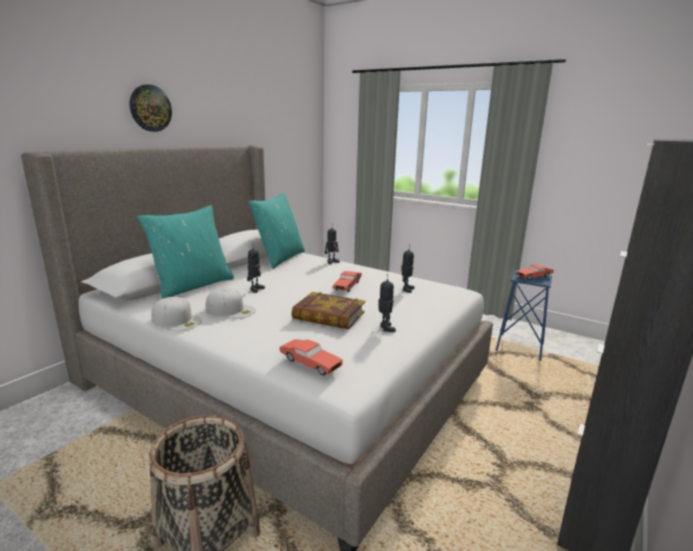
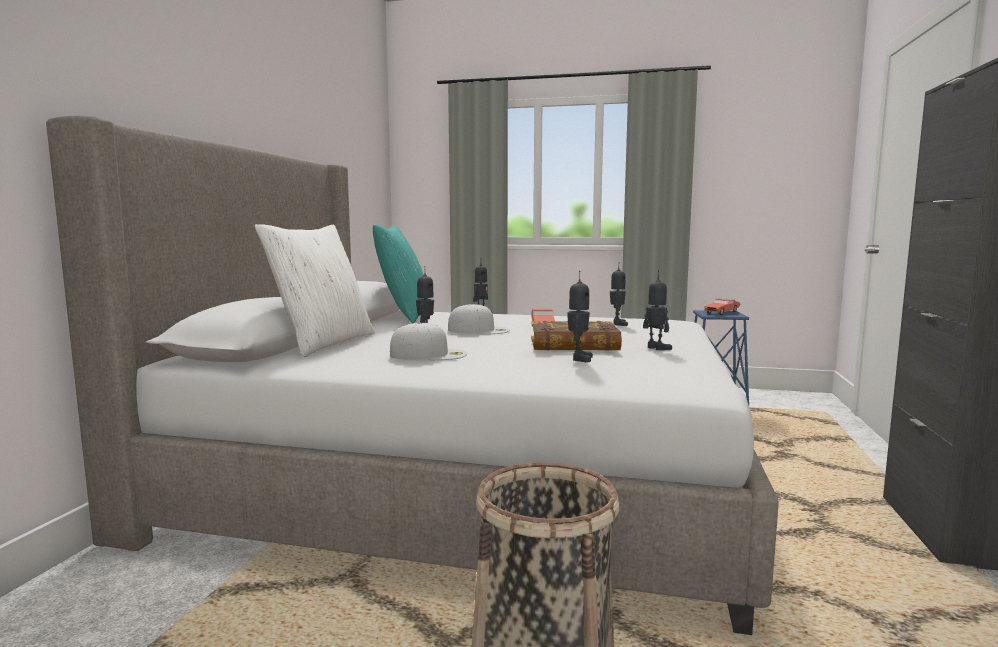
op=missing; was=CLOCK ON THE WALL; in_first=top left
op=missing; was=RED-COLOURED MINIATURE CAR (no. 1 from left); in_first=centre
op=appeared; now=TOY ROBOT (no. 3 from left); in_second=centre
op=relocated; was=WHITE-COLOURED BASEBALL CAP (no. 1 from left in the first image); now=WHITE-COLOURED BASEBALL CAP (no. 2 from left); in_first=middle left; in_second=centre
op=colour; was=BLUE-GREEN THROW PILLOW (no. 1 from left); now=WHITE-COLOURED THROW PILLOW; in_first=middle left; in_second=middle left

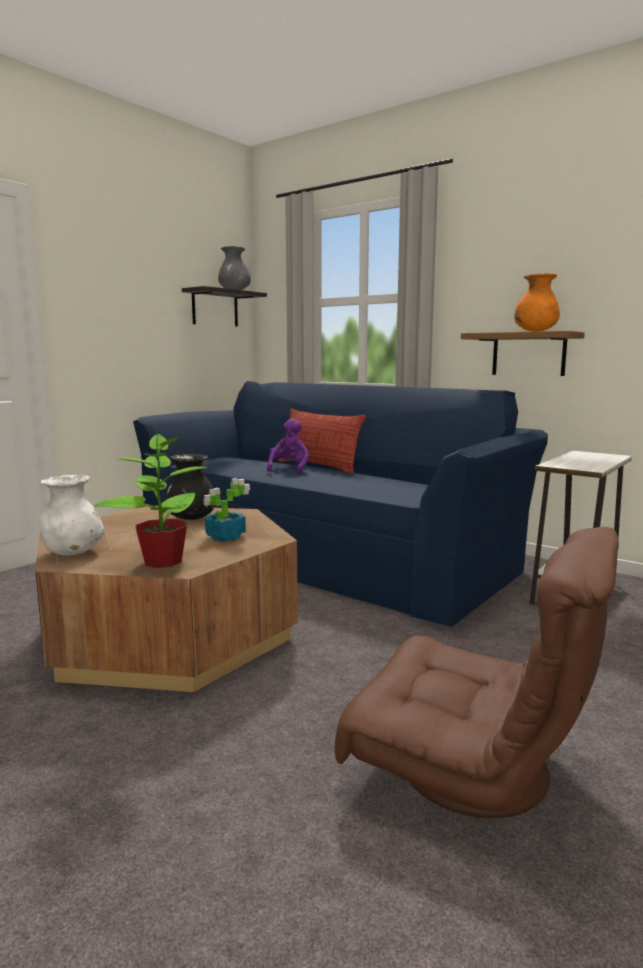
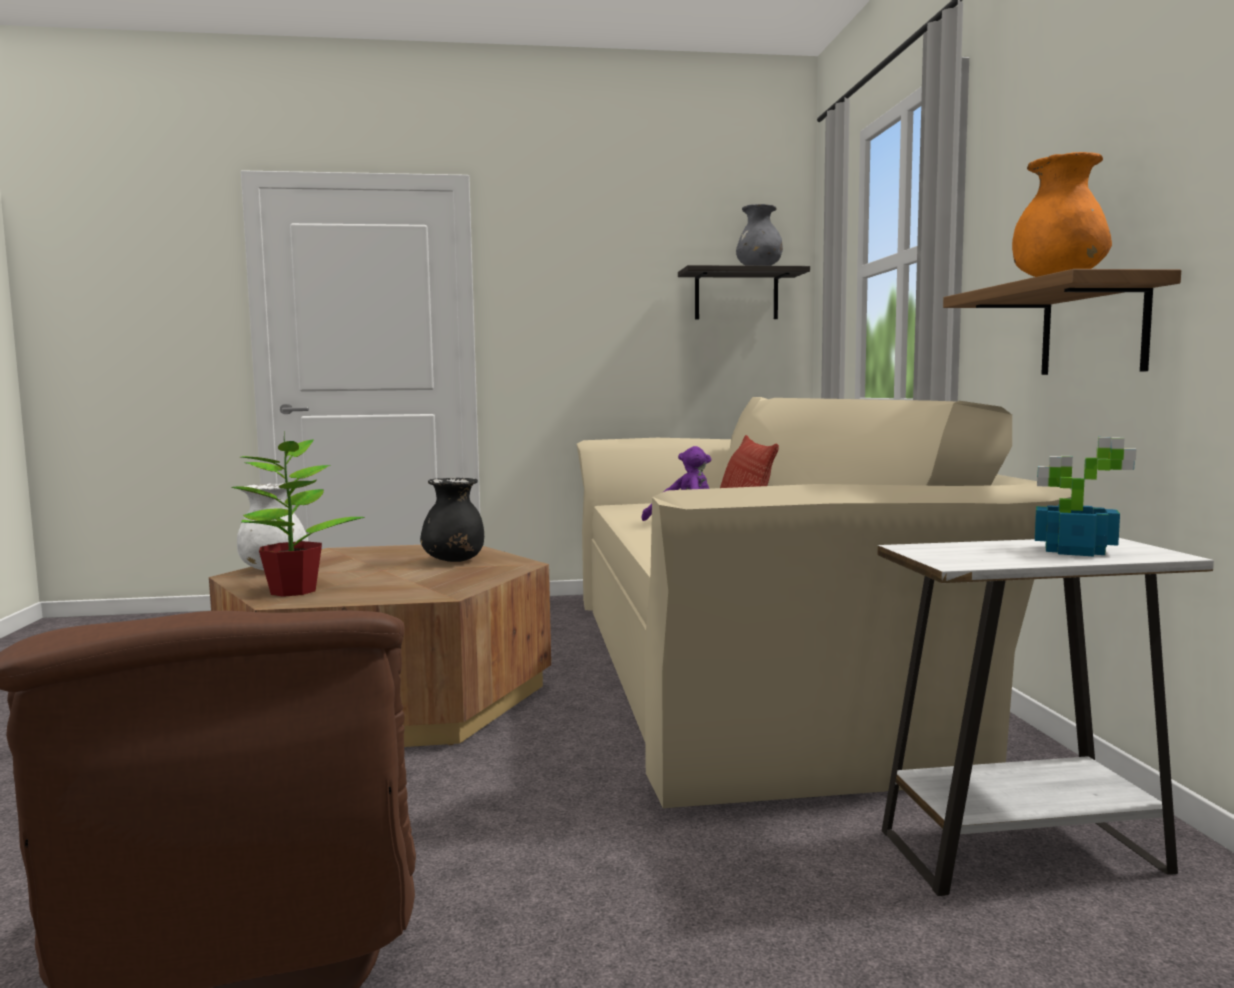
op=relocated; was=HOUSEPLANT (no. 2 from left); in_first=centre; in_second=middle right
op=colour; was=BLUISH SOFA; now=SAND-COLOURED SOFA; in_first=centre; in_second=middle right

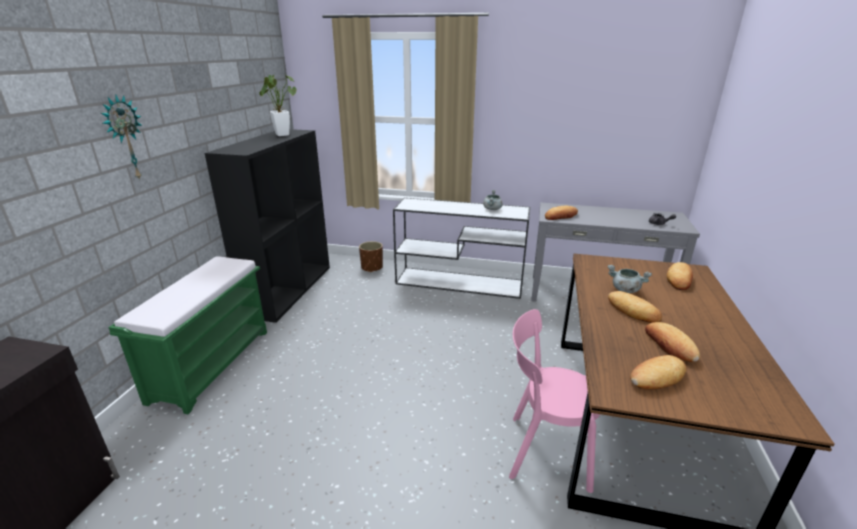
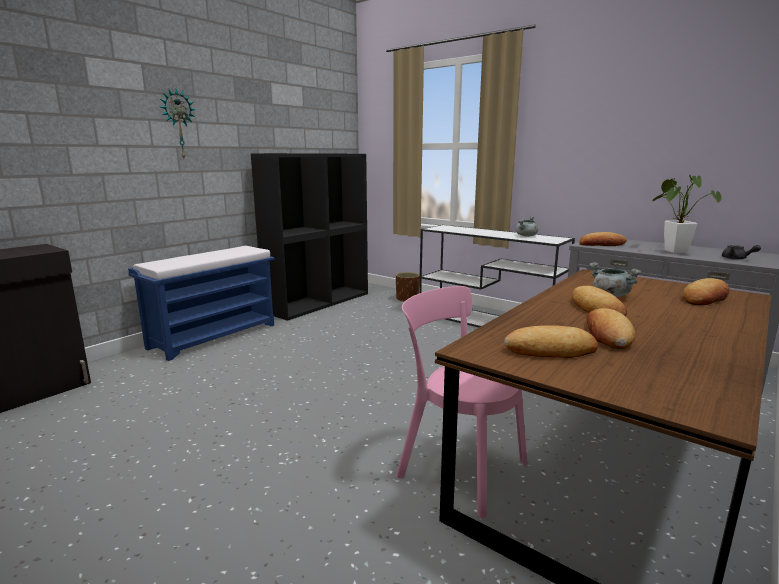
op=relocated; was=HOUSEPLANT; in_first=top left; in_second=middle right
op=colour; was=GREEN-COLOURED BENCH; now=BLUISH BENCH; in_first=middle left; in_second=middle left

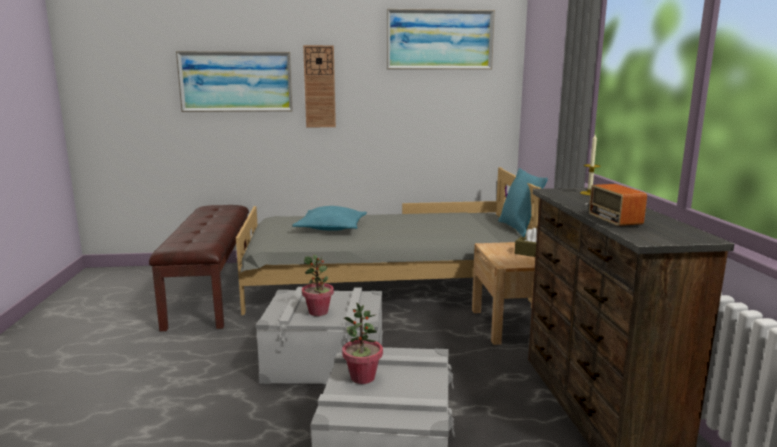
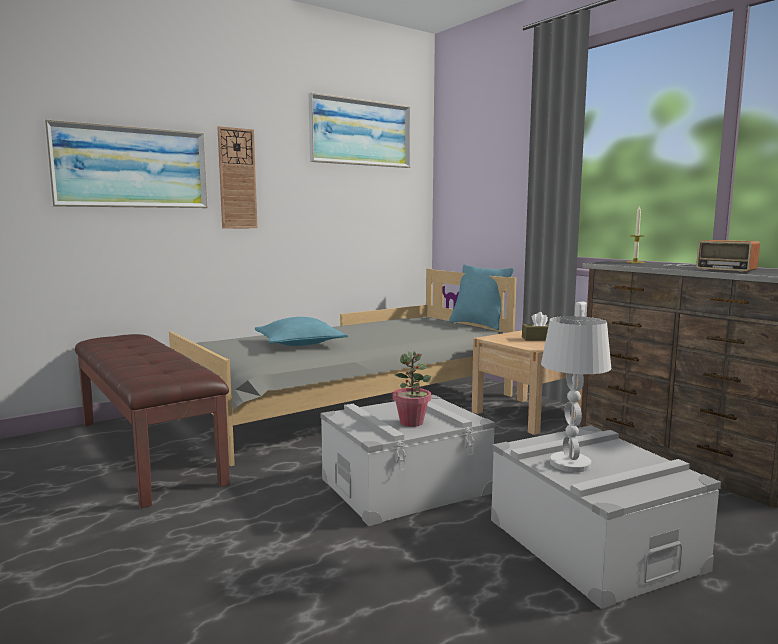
op=exchanged; was=HOUSEPLANT (no. 2 from left); now=WHITE-COLOURED LAMP FOR A TABLE; in_first=bottom centre; in_second=middle right

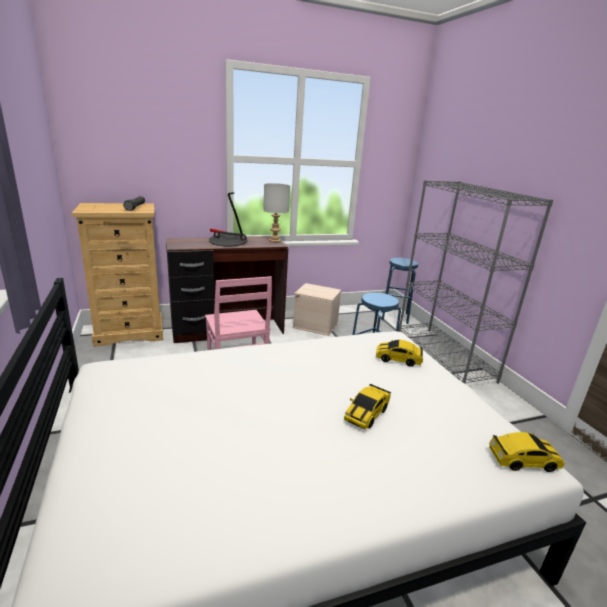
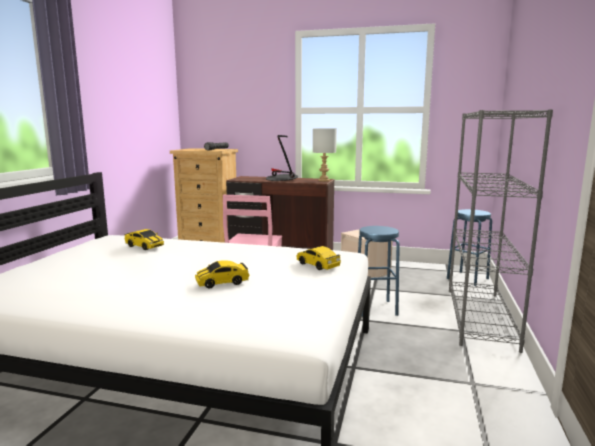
op=relocated; was=MINIATURE CAR (no. 3 from left in the first image); now=MINIATURE CAR (no. 1 from left); in_first=bottom right; in_second=middle left

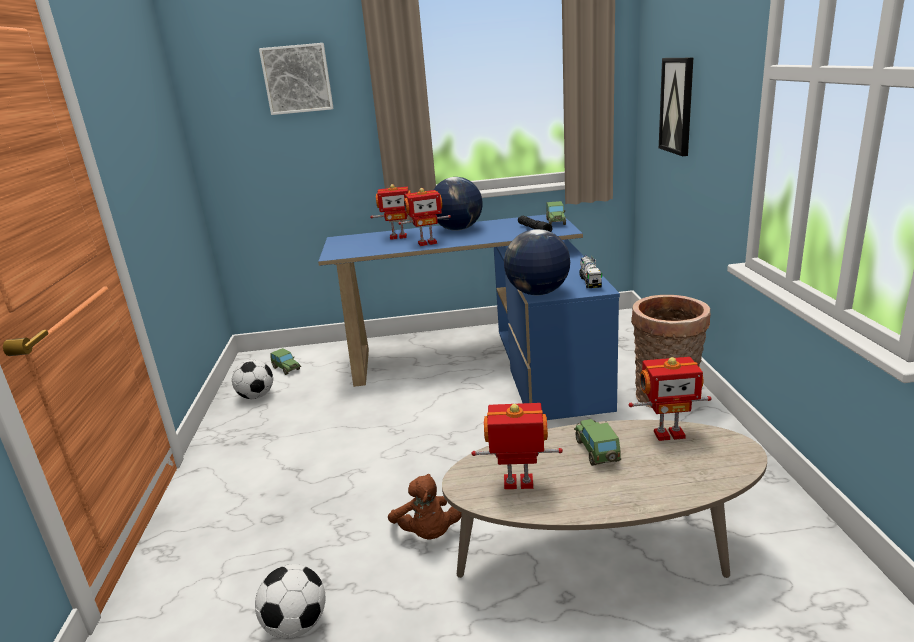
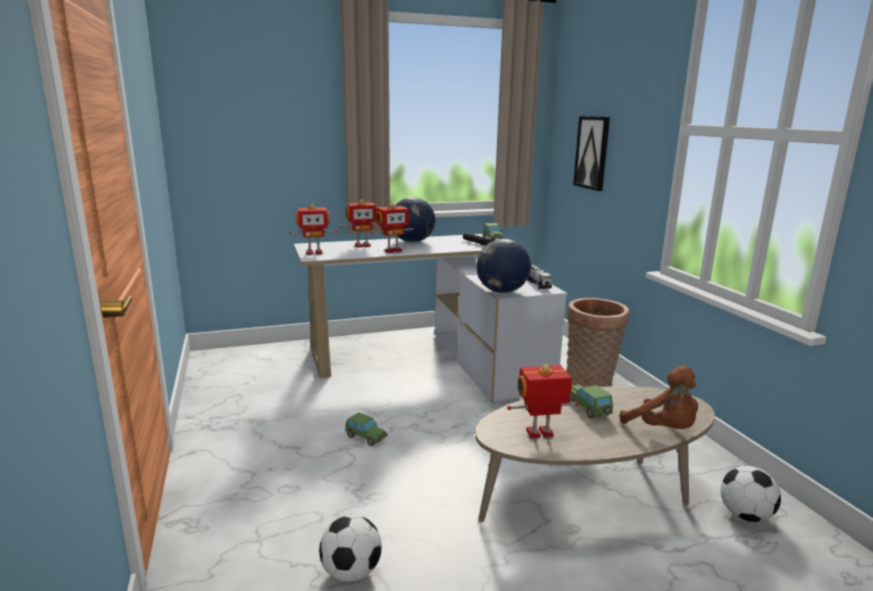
op=missing; was=WALL ART (no. 1 from left); in_first=top left
op=relocated; was=BALL FOR FOOTBALL (no. 1 from left in the first image); now=BALL FOR FOOTBALL (no. 2 from left); in_first=middle left; in_second=bottom right
op=relocated; was=MINIATURE CAR (no. 1 from left); in_first=middle left; in_second=bottom centre
op=relocated; was=BROWNISH PLUSH TOY; in_first=bottom centre; in_second=bottom right
op=relocated; was=TOY ROBOT (no. 4 from left in the first image); now=TOY ROBOT (no. 1 from left); in_first=middle right; in_second=centre
op=colour; was=BLUISH DESK UNIT; now=WHITE-COLOURED DESK UNIT; in_first=centre; in_second=centre

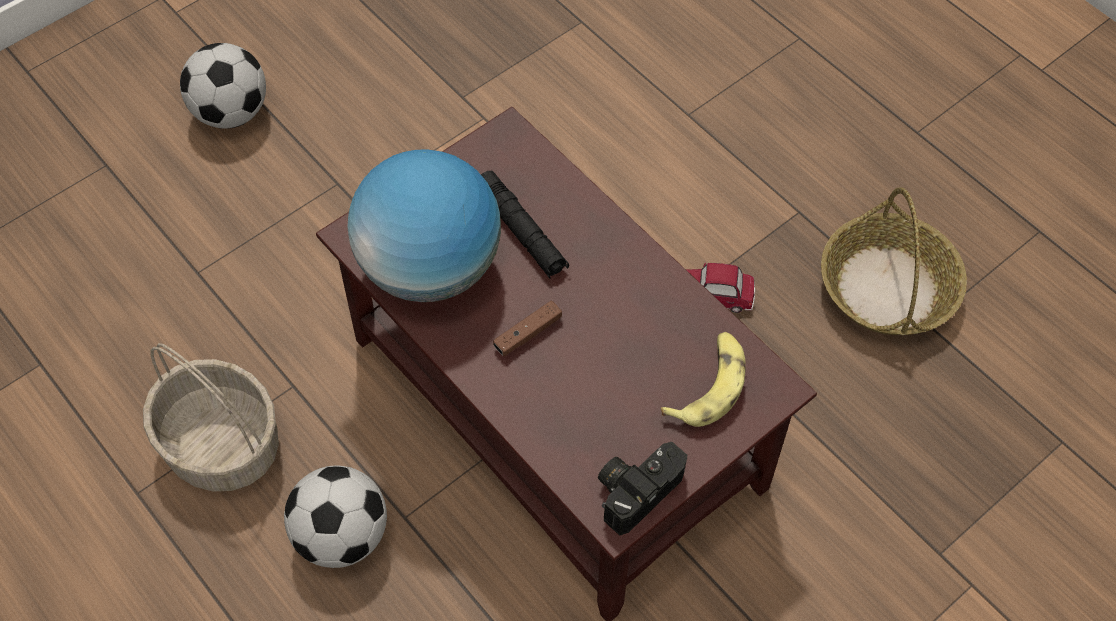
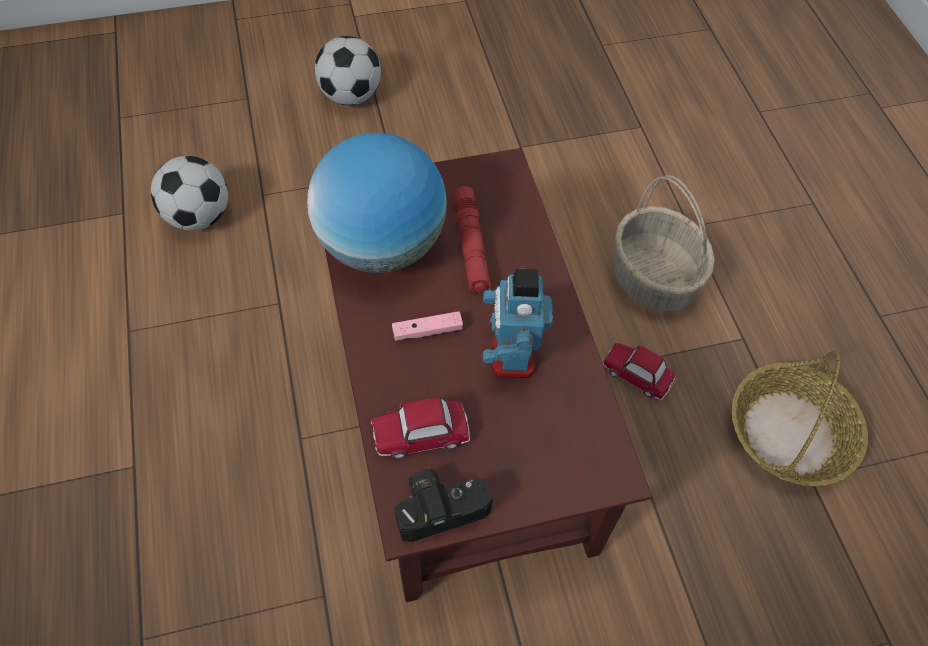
op=missing; was=BANANA; in_first=centre
op=appeared; now=MINIATURE CAR (no. 1 from left); in_second=centre
op=appeared; now=TOY ROBOT; in_second=centre
op=relocated; was=HOUSEHOLD BASKET (no. 1 from left); in_first=bottom left; in_second=middle right
op=relocated; was=BALL FOR FOOTBALL (no. 2 from left in the first image); now=BALL FOR FOOTBALL (no. 1 from left); in_first=bottom left; in_second=top left
op=colour; was=BLACK-COLOURED FLASHLIGHT; now=RED-COLOURED FLASHLIGHT; in_first=centre; in_second=centre
op=colour; was=BROWNISH GAMEPAD; now=PINK-COLOURED GAMEPAD; in_first=centre; in_second=centre

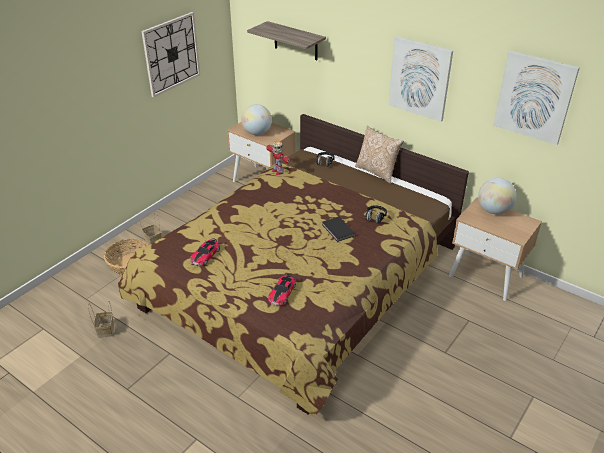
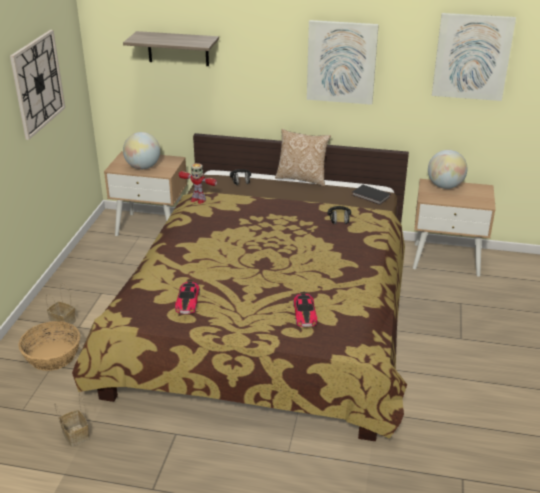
op=relocated; was=BLACK-COLOURED BOOK; in_first=centre; in_second=middle right

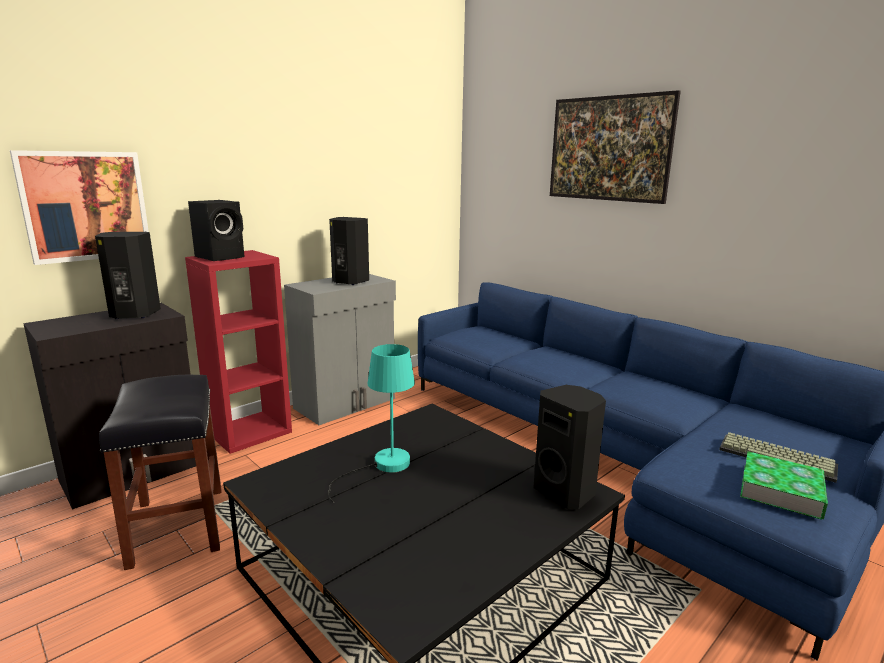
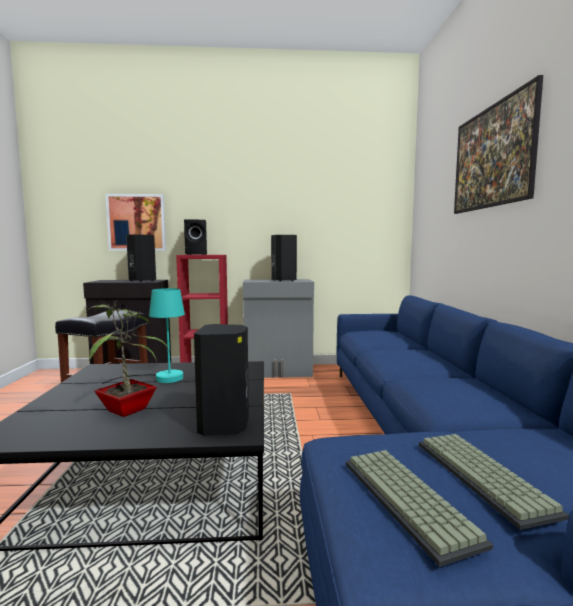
op=appeared; now=HOUSEPLANT; in_second=middle left
op=exchanged; was=BOOK; now=PC KEYBOARD (no. 1 from left); in_first=bottom right; in_second=bottom right

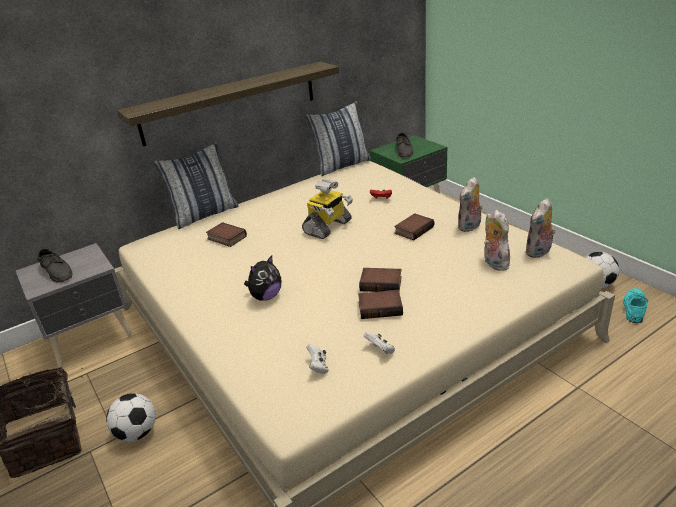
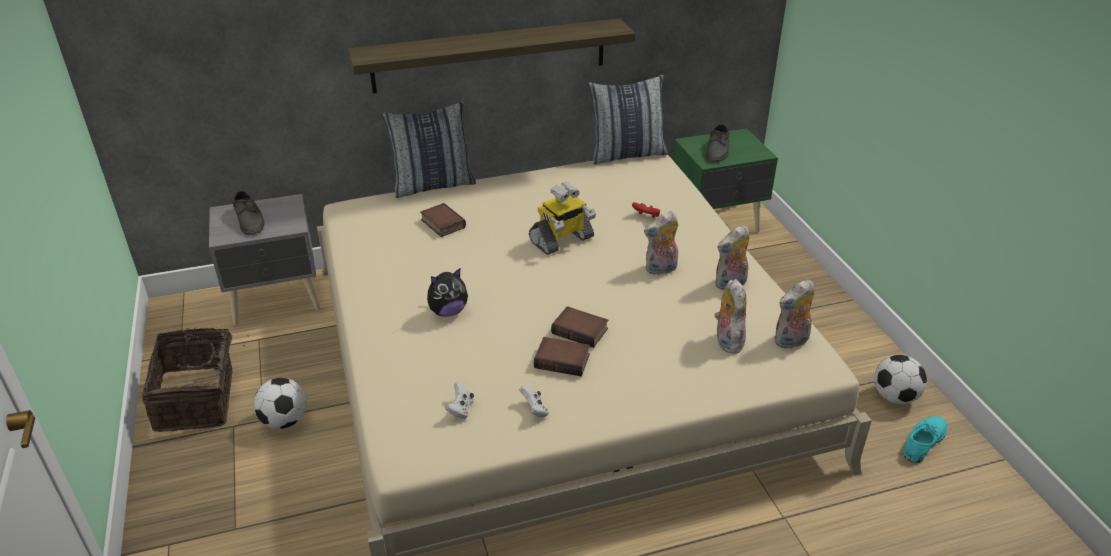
op=exchanged; was=BOOK (no. 4 from left); now=PLUSH TOY (no. 2 from left); in_first=centre; in_second=centre

